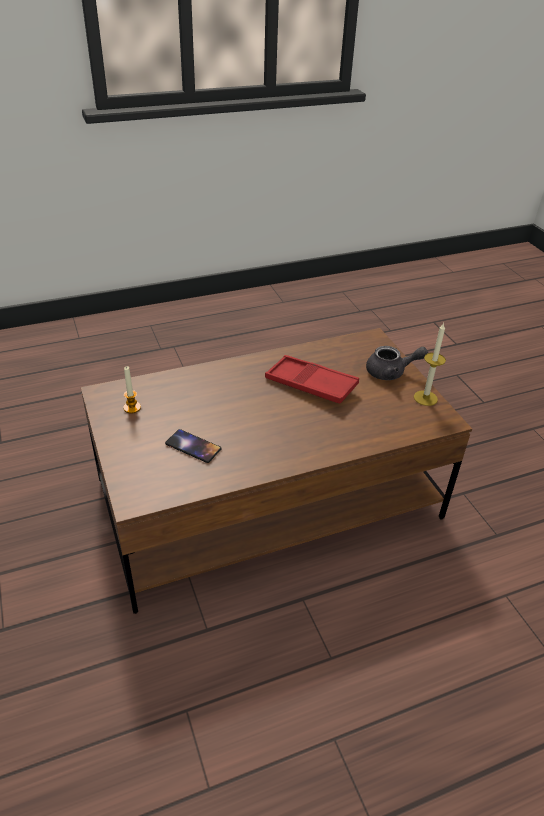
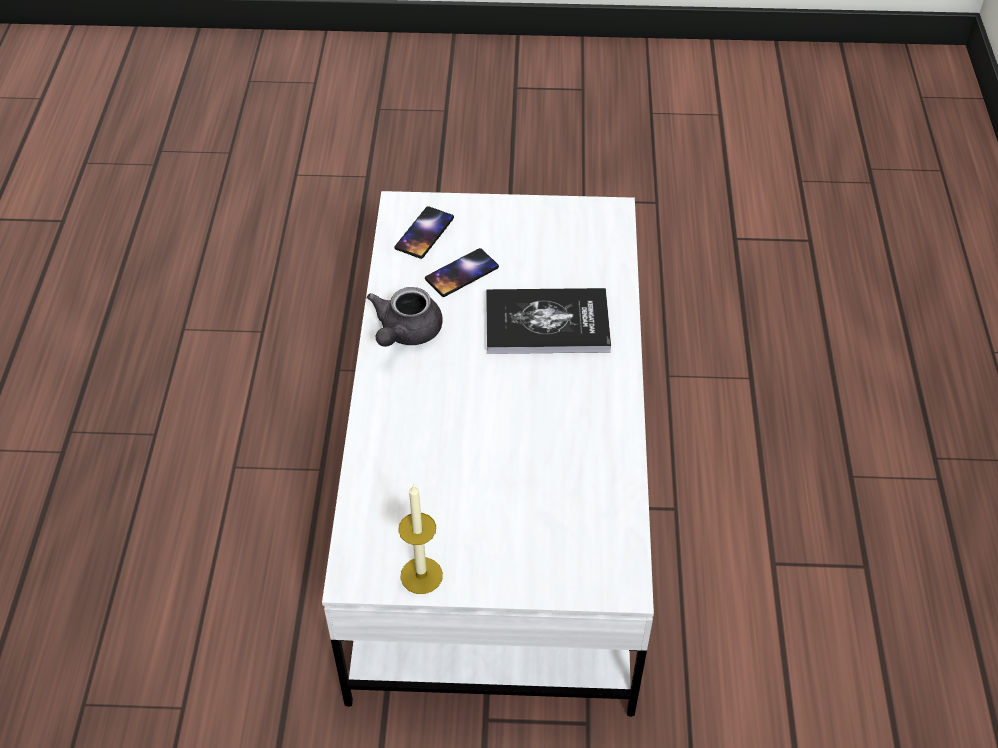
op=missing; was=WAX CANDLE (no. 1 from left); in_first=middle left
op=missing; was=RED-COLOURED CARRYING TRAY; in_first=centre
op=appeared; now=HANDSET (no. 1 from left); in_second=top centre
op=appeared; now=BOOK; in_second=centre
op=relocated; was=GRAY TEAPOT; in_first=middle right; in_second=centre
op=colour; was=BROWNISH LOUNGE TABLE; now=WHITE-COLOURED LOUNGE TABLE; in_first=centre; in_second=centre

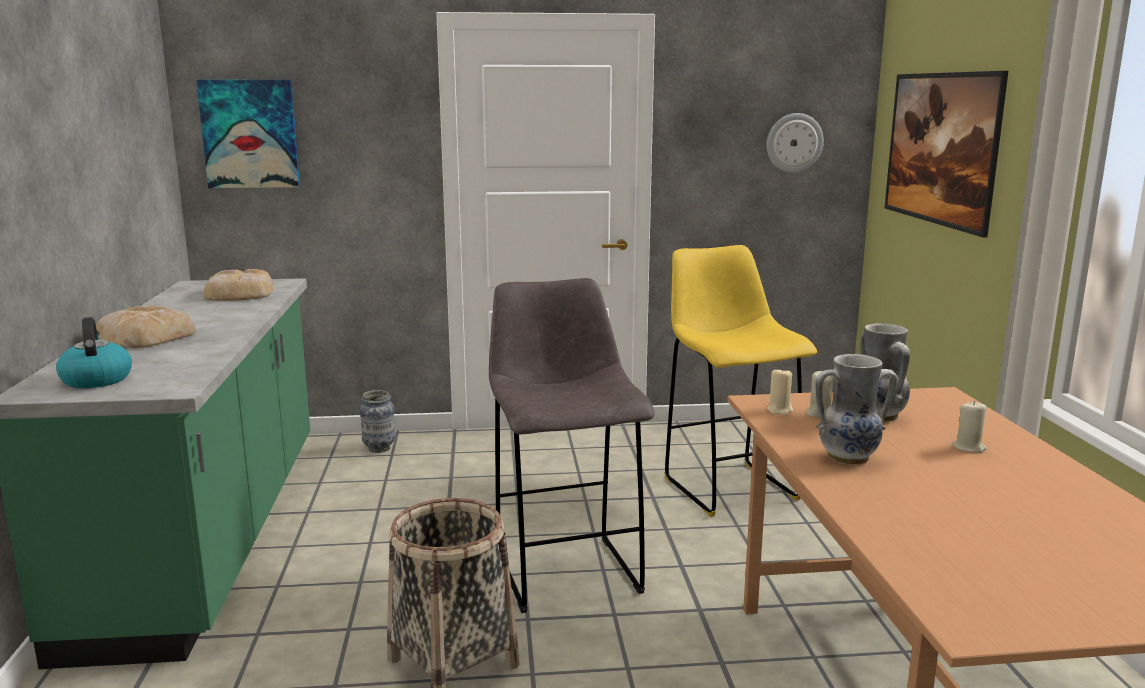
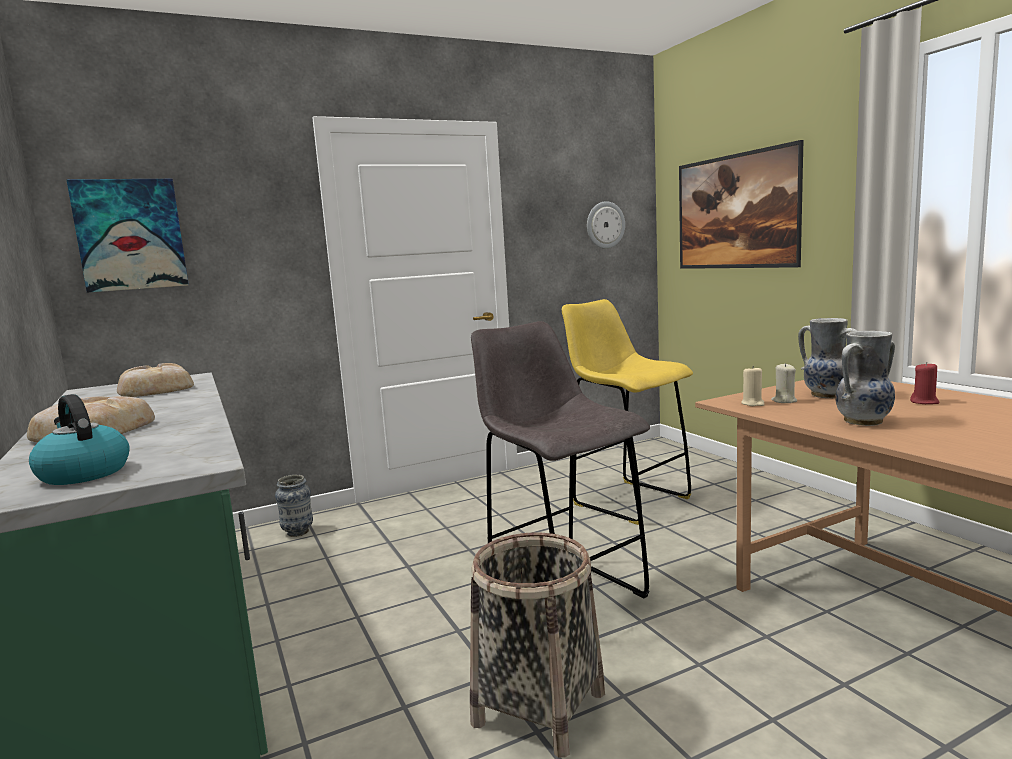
op=colour; was=SAND-COLOURED WAX CANDLE (no. 3 from left); now=RED-COLOURED WAX CANDLE; in_first=middle right; in_second=middle right

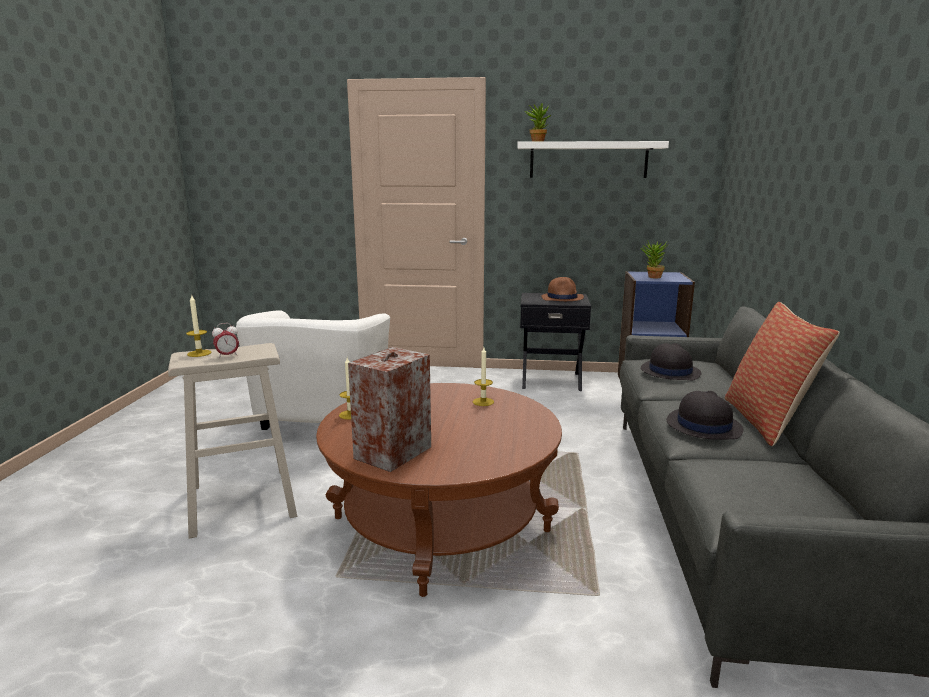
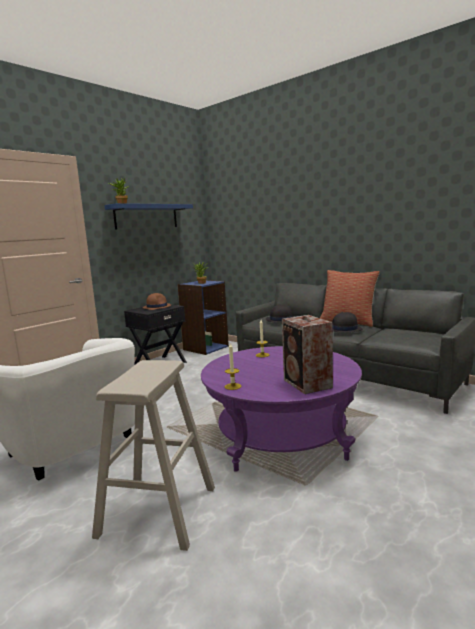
op=missing; was=WAX CANDLE (no. 1 from left); in_first=middle left
op=missing; was=BEDSIDE CLOCK; in_first=middle left
op=colour; was=BROWNISH LOUNGE TABLE; now=PURPLE LOUNGE TABLE; in_first=bottom centre; in_second=centre
op=colour; was=WHITE-COLOURED SHELF; now=BLUISH SHELF; in_first=top centre; in_second=middle left

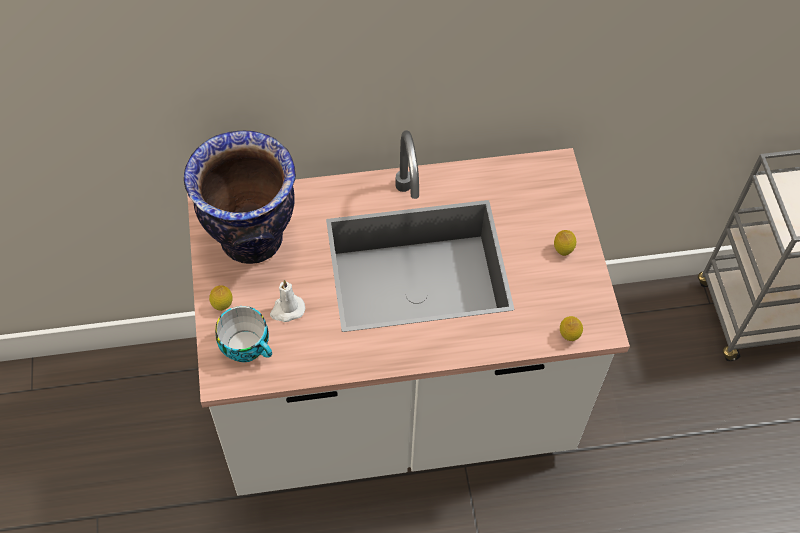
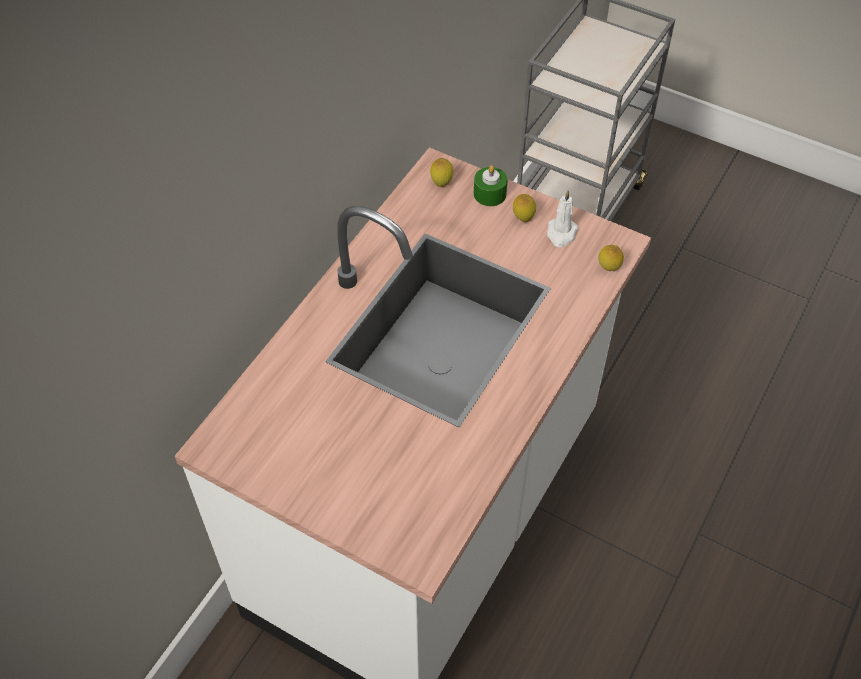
op=missing; was=DECORATIVE VASE; in_first=middle left
op=missing; was=SMALL CUP; in_first=middle left
op=appeared; now=GREEN-COLOURED WAX CANDLE; in_second=top centre
op=relocated; was=CITRUS FRUIT (no. 1 from left); in_first=middle left; in_second=top centre
op=relocated; was=WHITE-COLOURED WAX CANDLE; in_first=centre; in_second=top centre

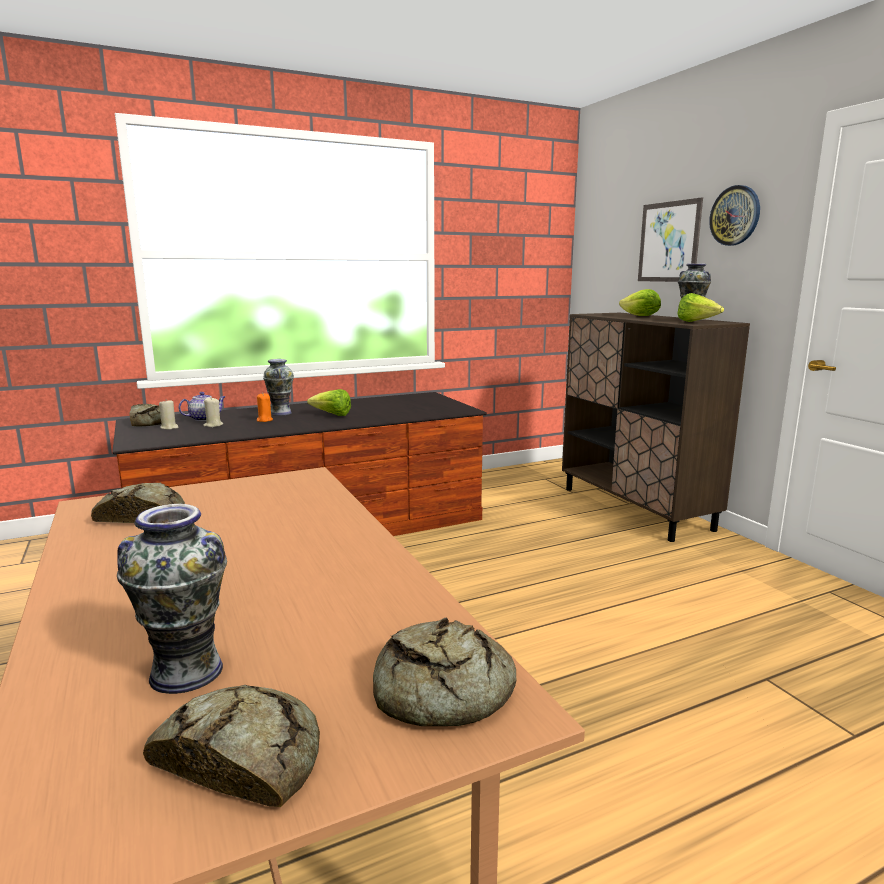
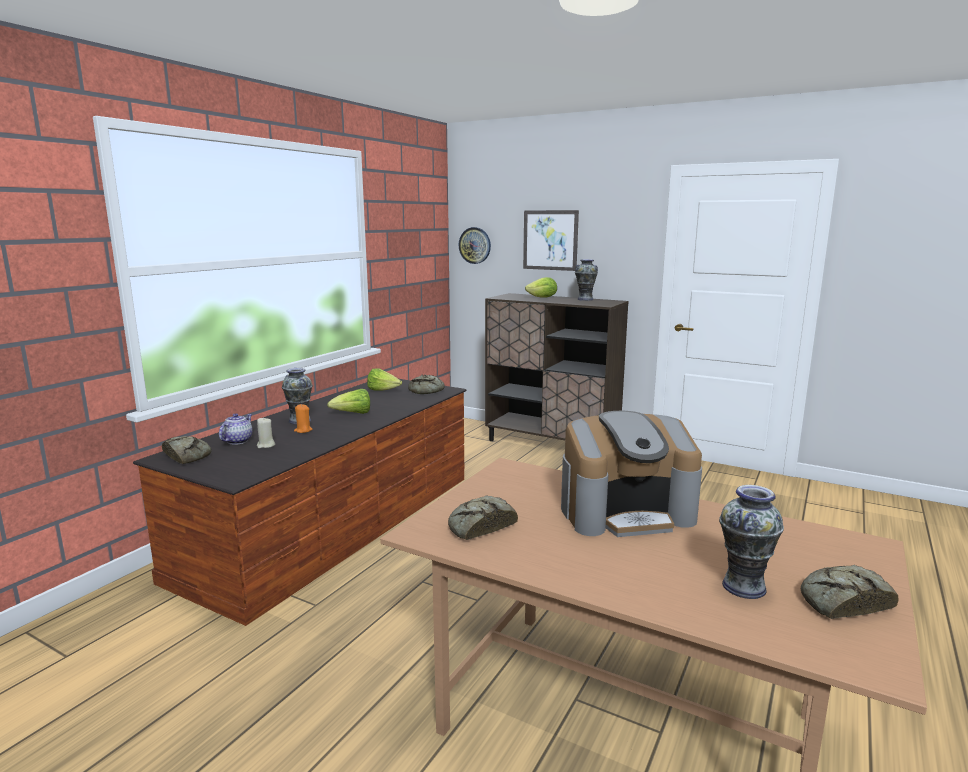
op=missing; was=SAND-COLOURED WAX CANDLE (no. 1 from left); in_first=middle left
op=appeared; now=COFFEE MACHINE; in_second=centre
op=relocated; was=BAKED BREAD (no. 4 from left in the first image); now=BAKED BREAD (no. 2 from left); in_first=bottom centre; in_second=centre
op=relocated; was=LETTUCE HEAD (no. 3 from left in the first image); now=LETTUCE HEAD (no. 2 from left); in_first=middle right; in_second=centre
op=relocated; was=CLOCK ON THE WALL; in_first=top right; in_second=top centre

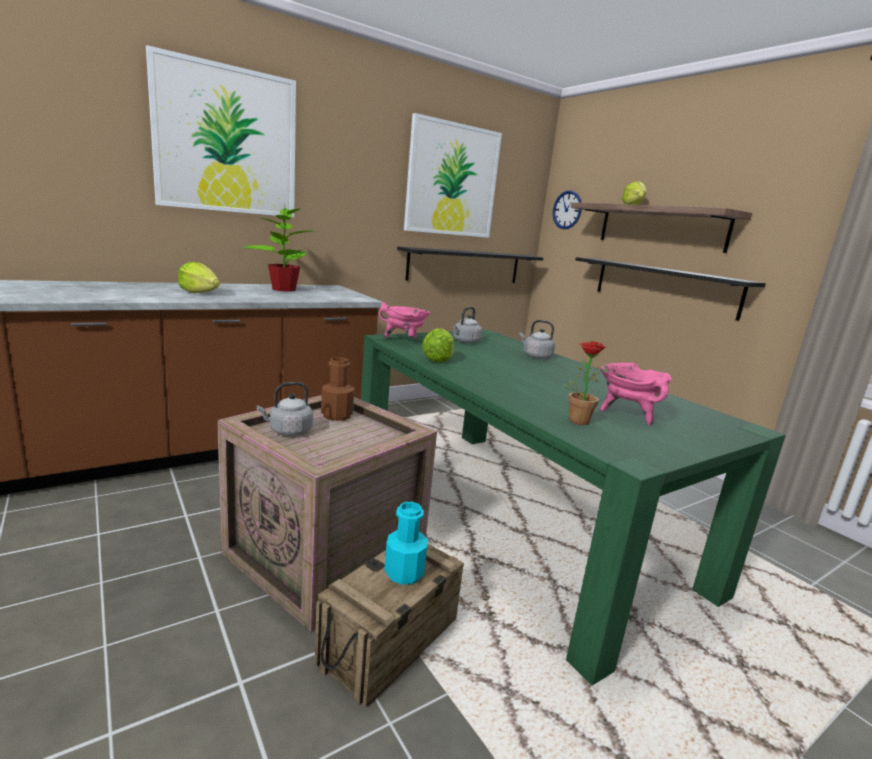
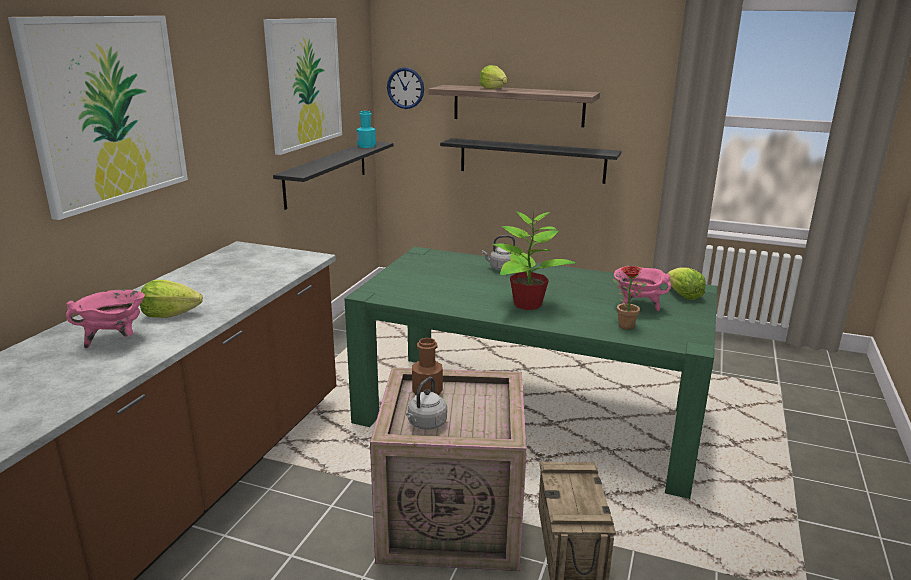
op=missing; was=GRAY TEA KETTLE (no. 2 from left); in_first=centre
op=relocated; was=HOUSEPLANT (no. 1 from left); in_first=top left; in_second=centre
op=relocated; was=PINK-COLOURED SAUCEPOT (no. 1 from left); in_first=centre; in_second=middle left
op=relocated; was=BLUE-GREEN DRINK BOTTLE; in_first=bottom centre; in_second=top centre
op=relocated; was=LETTUCE HEAD (no. 2 from left in the first image); now=LETTUCE HEAD (no. 3 from left); in_first=centre; in_second=middle right

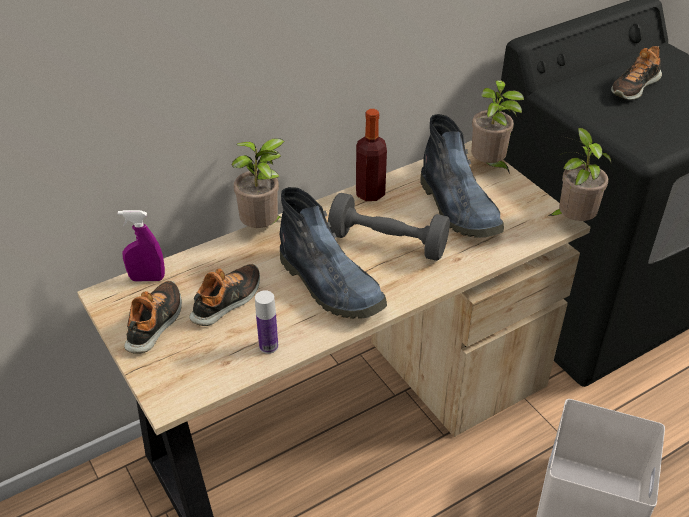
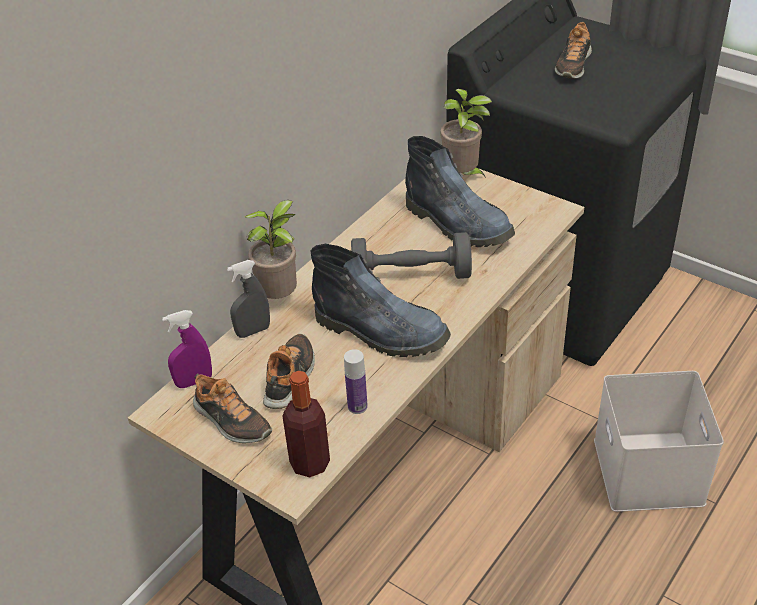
op=missing; was=HOUSEPLANT (no. 3 from left); in_first=middle right
op=appeared; now=GRAY HAND SPRAYER; in_second=middle left
op=relocated; was=DRINK BOTTLE (no. 2 from left in the first image); now=DRINK BOTTLE (no. 1 from left); in_first=top centre; in_second=bottom centre
op=spun; was=SHOE (no. 1 from left); in_first=middle left; in_second=bottom left; clockwise=135

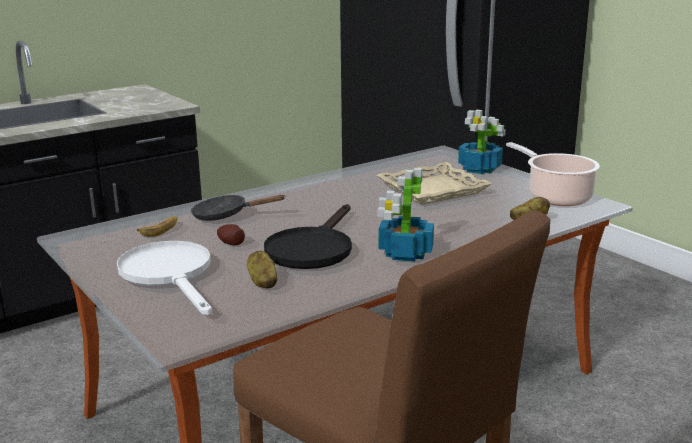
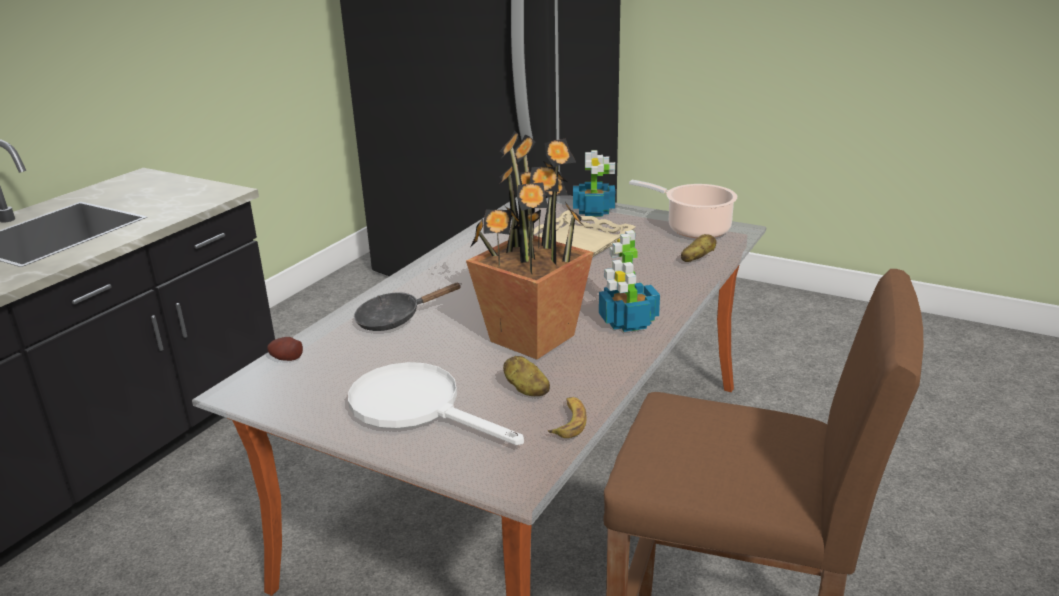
op=relocated; was=BANANA; in_first=middle left; in_second=bottom centre
op=relocated; was=POTATO (no. 1 from left); in_first=centre; in_second=middle left
op=exchanged; was=BLACK-COLOURED PAN (no. 2 from left); now=HOUSEPLANT (no. 1 from left); in_first=centre; in_second=centre

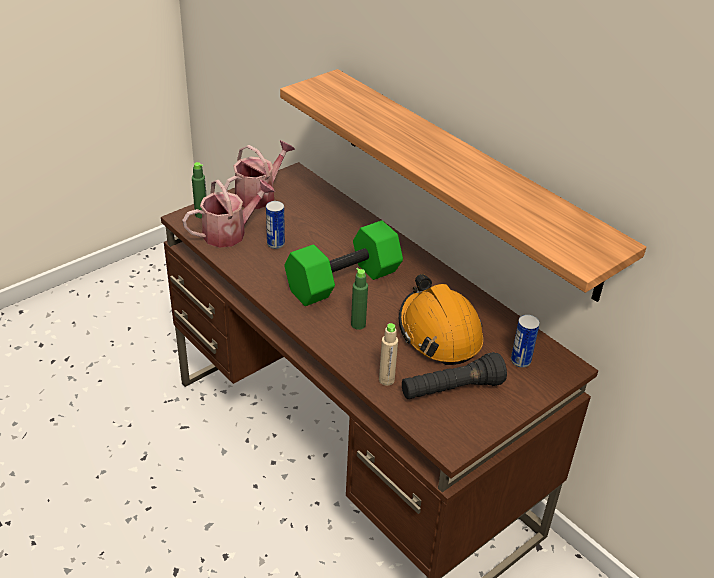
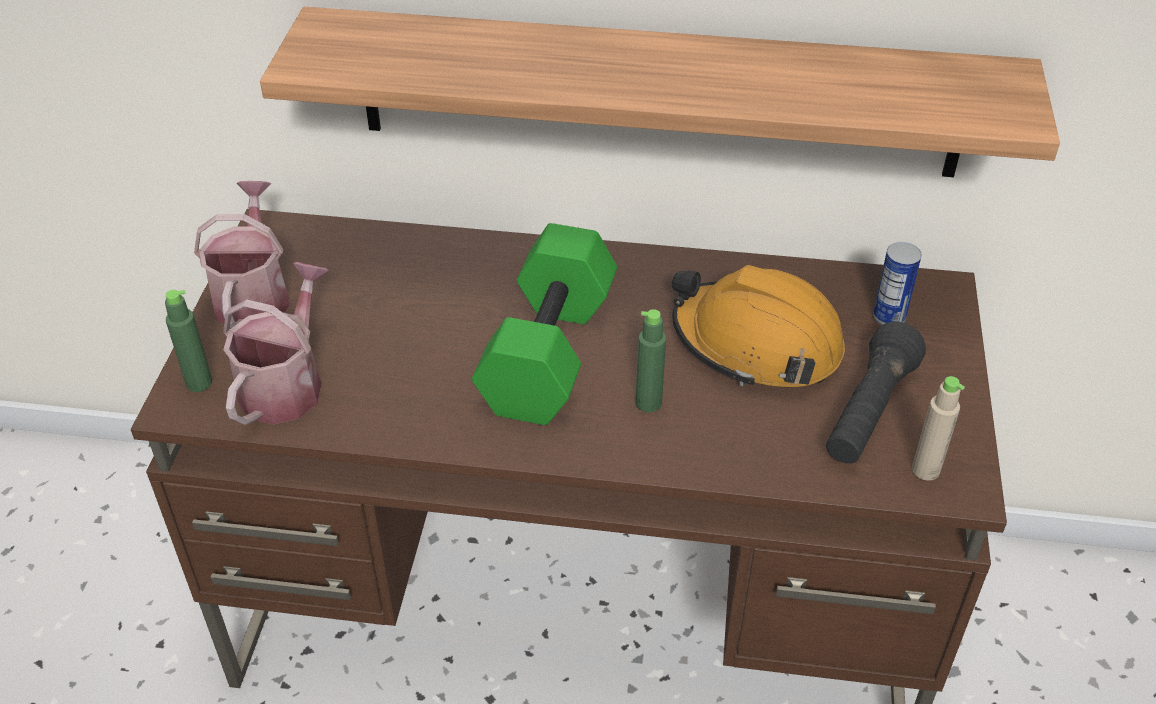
op=missing; was=SEALED CAN (no. 1 from left); in_first=centre
op=relocated; was=SAND-COLOURED DRINK BOTTLE; in_first=centre; in_second=middle right

